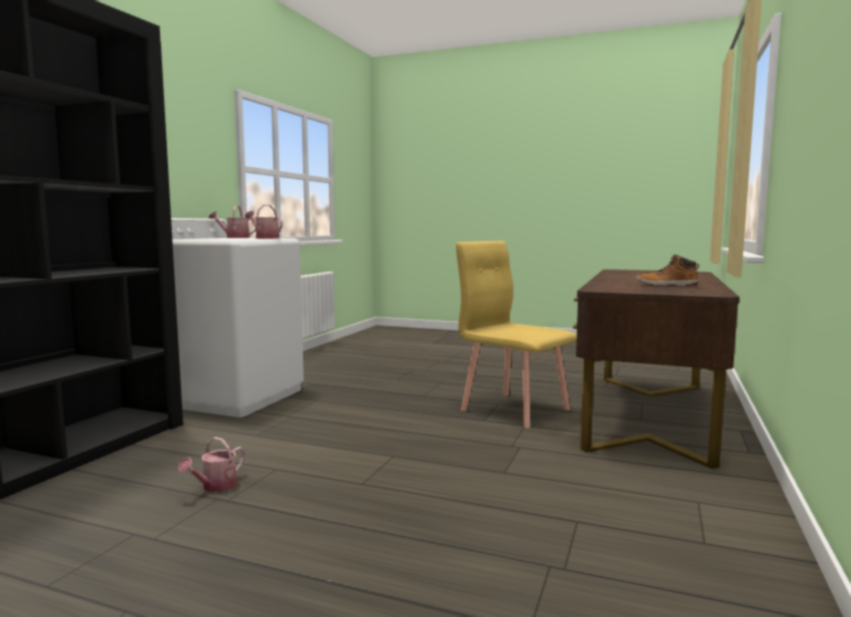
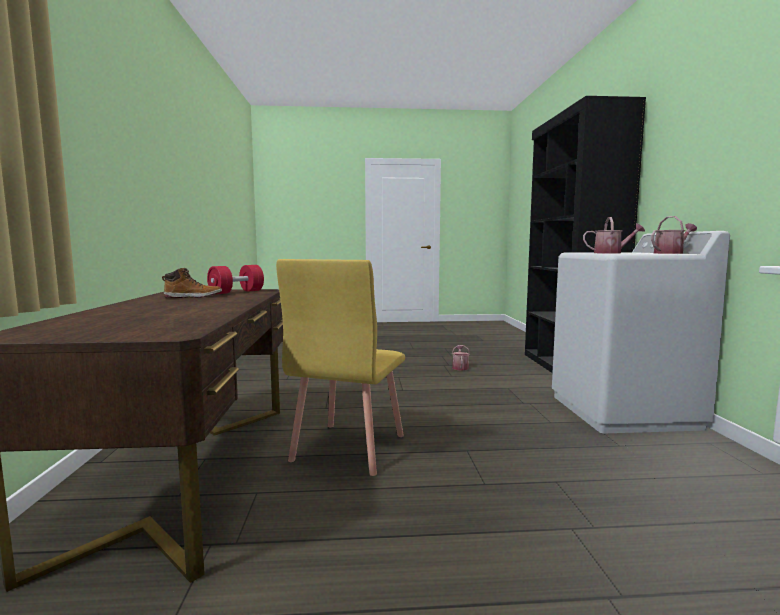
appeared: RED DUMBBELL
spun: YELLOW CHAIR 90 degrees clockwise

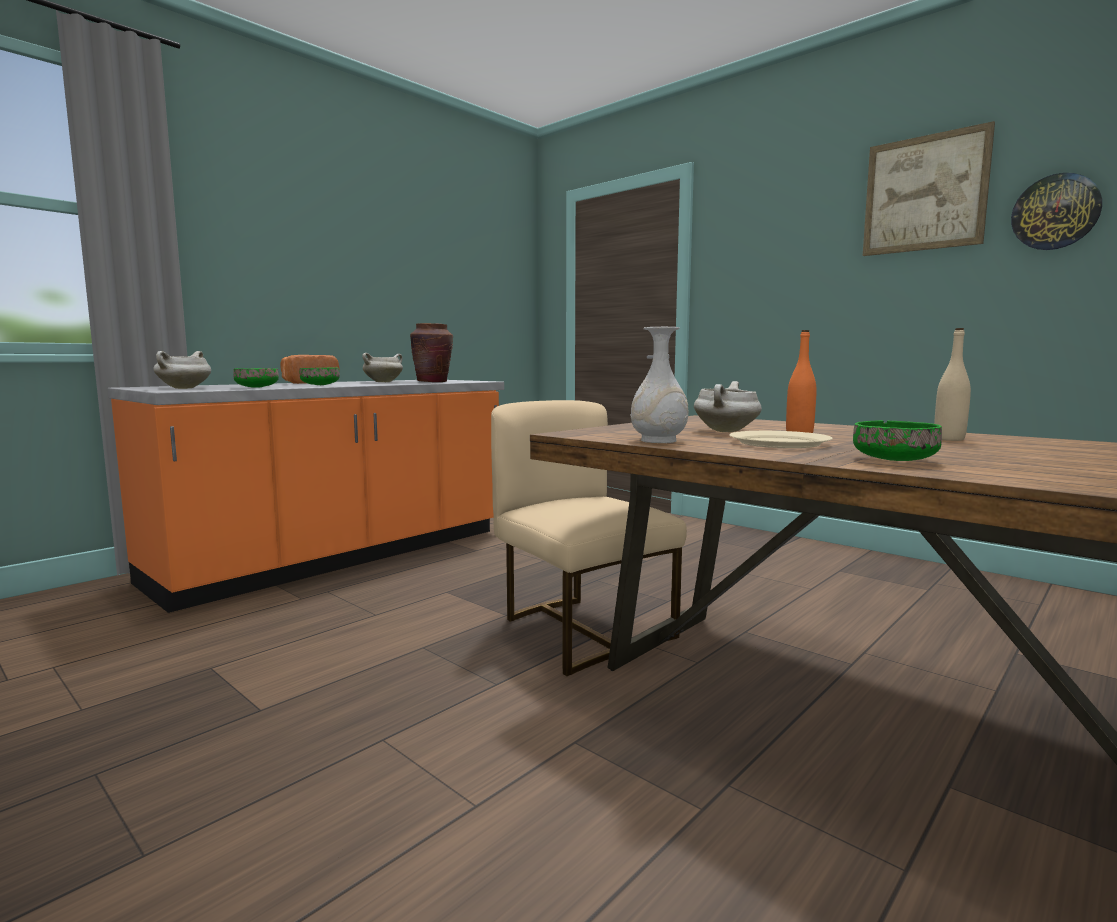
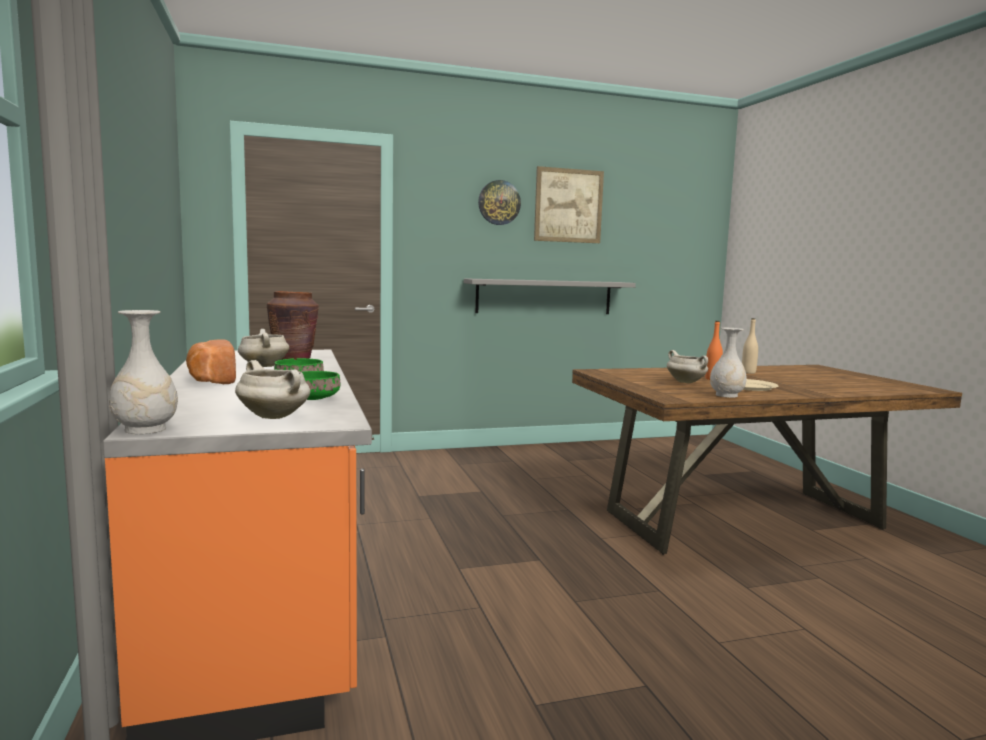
missing: BEIGE CHAIR; GREEN BOWL (no. 3 from left)
appeared: WHITE VASE (no. 1 from left); GREY SHELF
relocated: WALL CLOCK

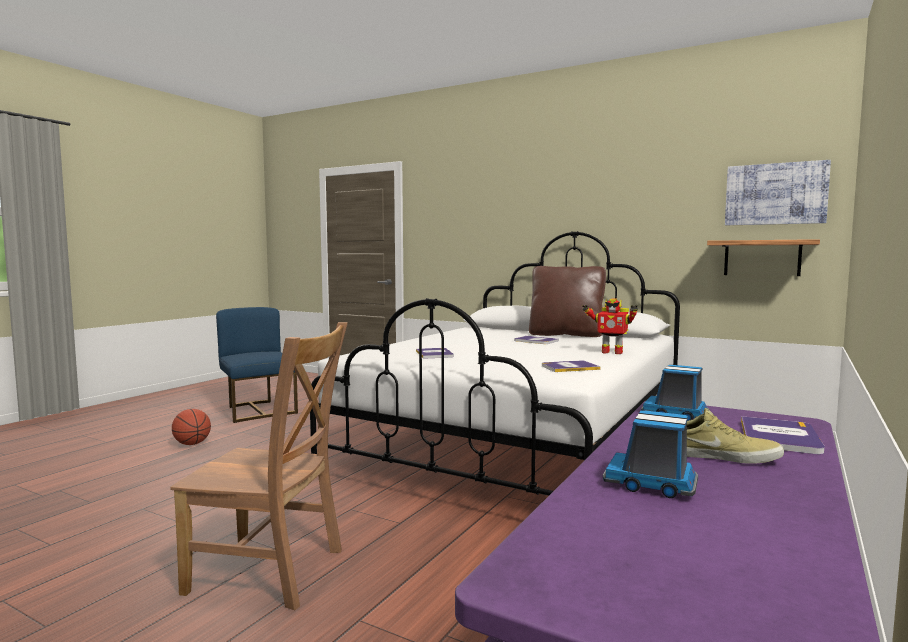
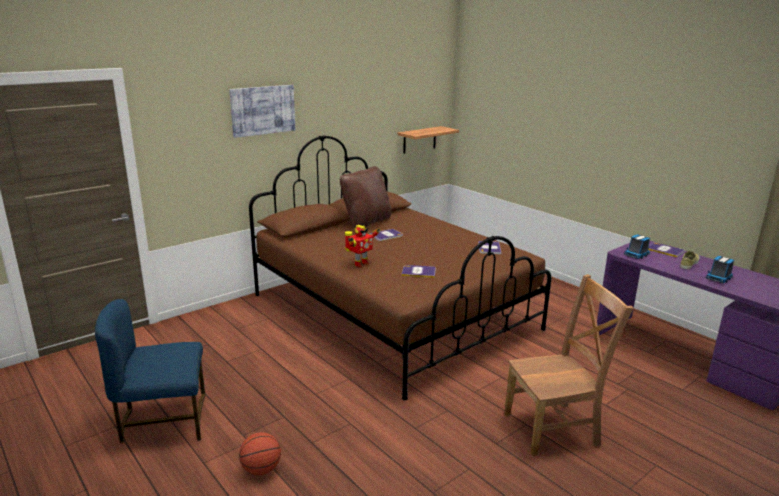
relocated: TOY ROBOT; PICTURE
colour: WHITE BED to BROWN BED
spun: BROWN CHAIR 45 degrees clockwise

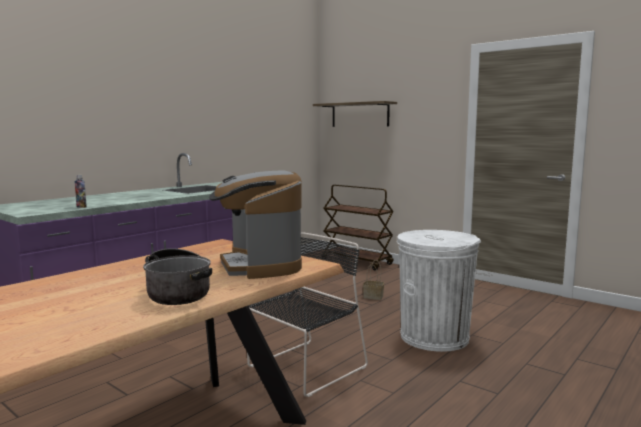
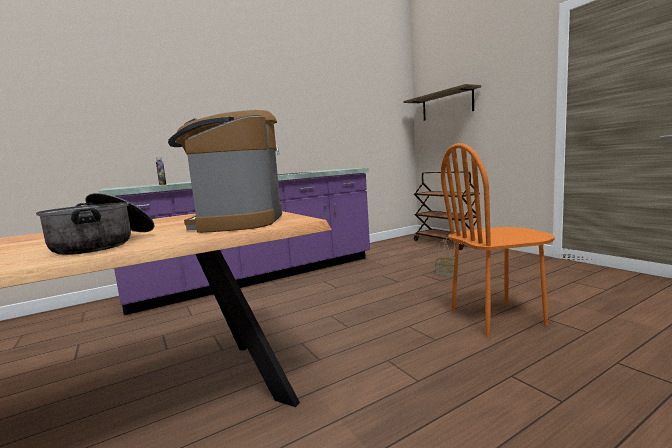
missing: BLACK CHAIR
exchanged: WHITE TRASH CAN to ORANGE CHAIR

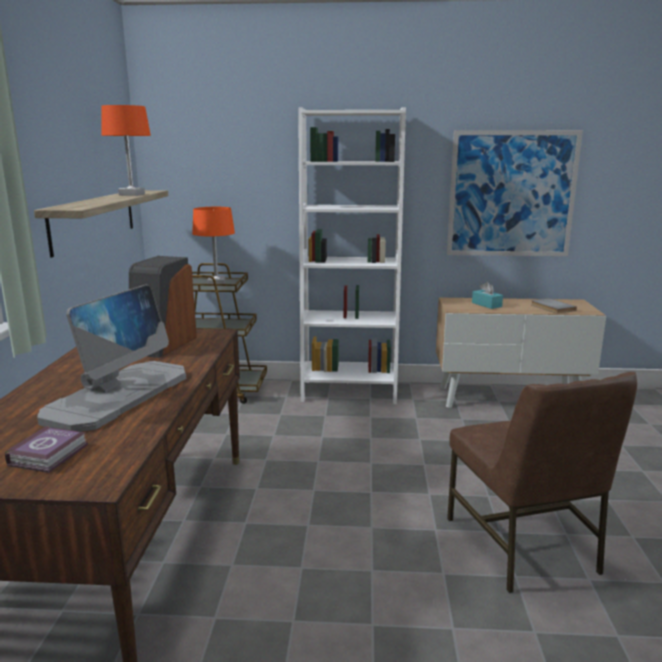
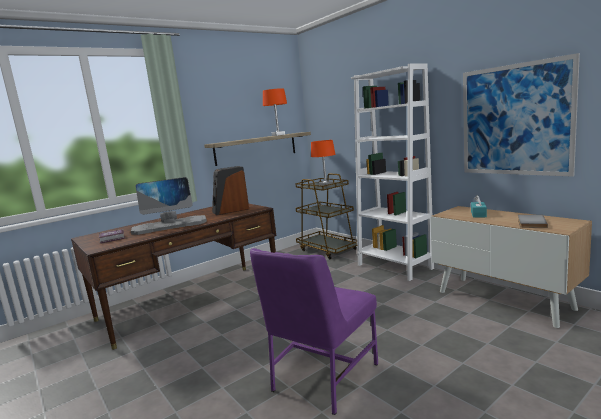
colour: BROWN CHAIR to PURPLE CHAIR

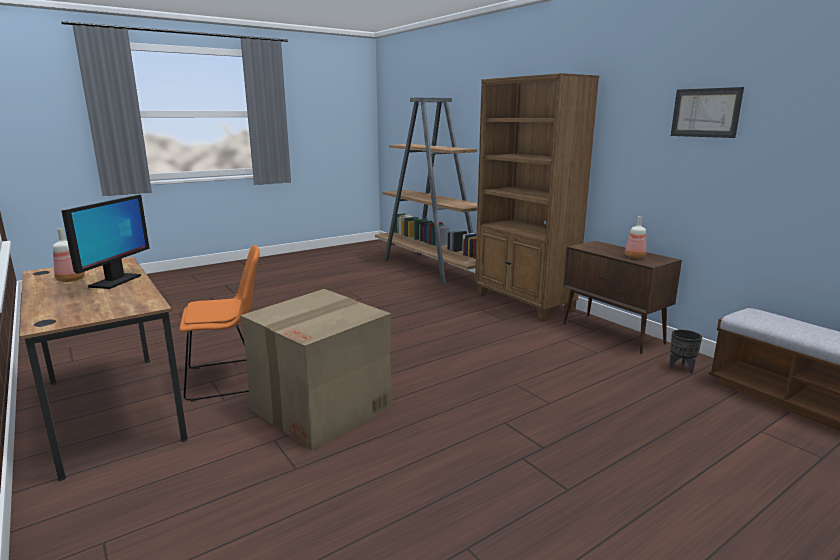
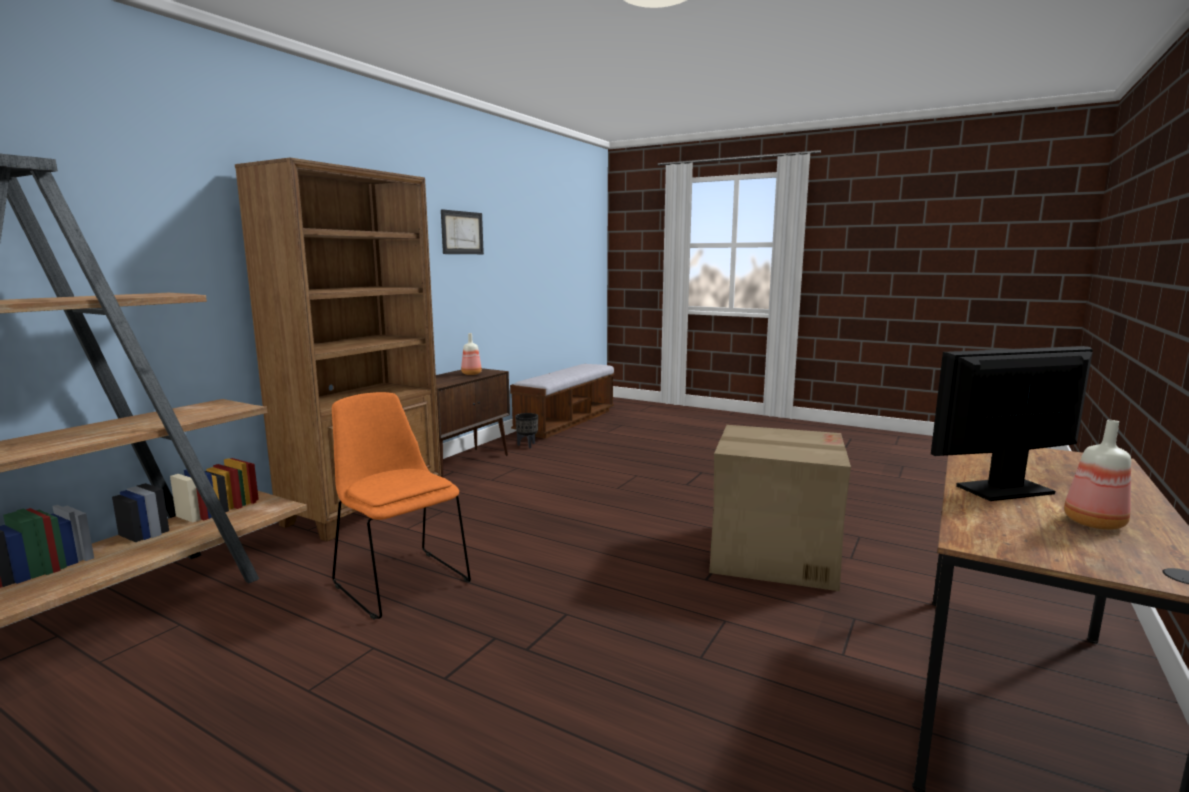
relocated: ORANGE CHAIR

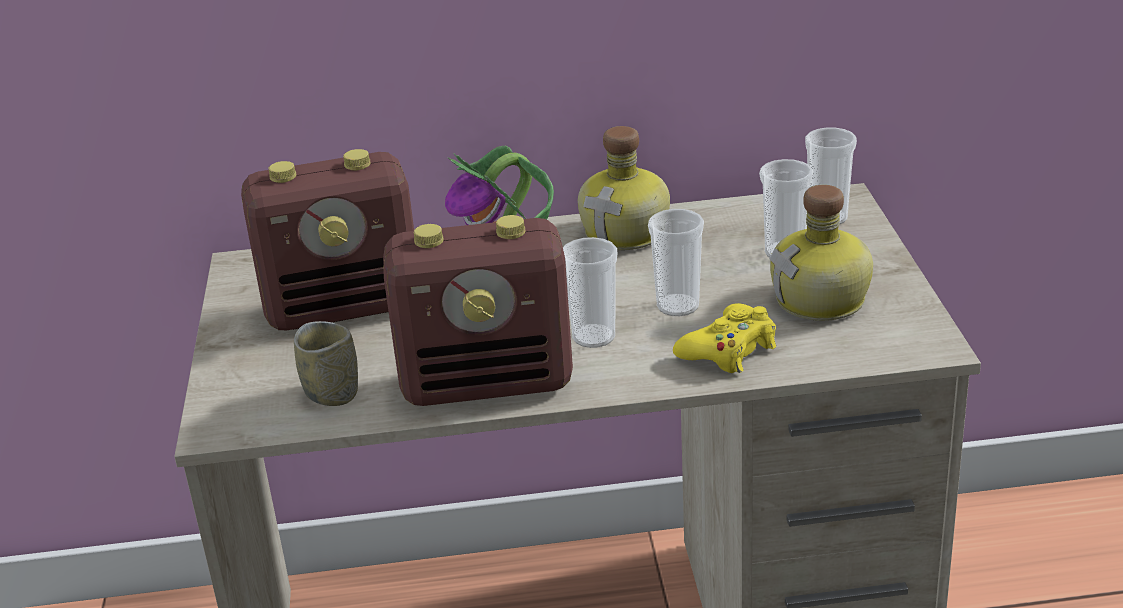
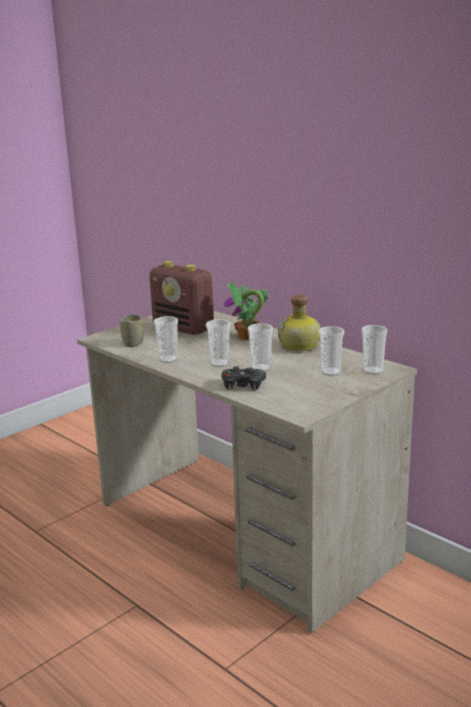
missing: BOTTLE (no. 2 from left)
exchanged: RADIO (no. 2 from left) to CUP (no. 2 from left)
colour: YELLOW GAME CONTROLLER to BLACK GAME CONTROLLER

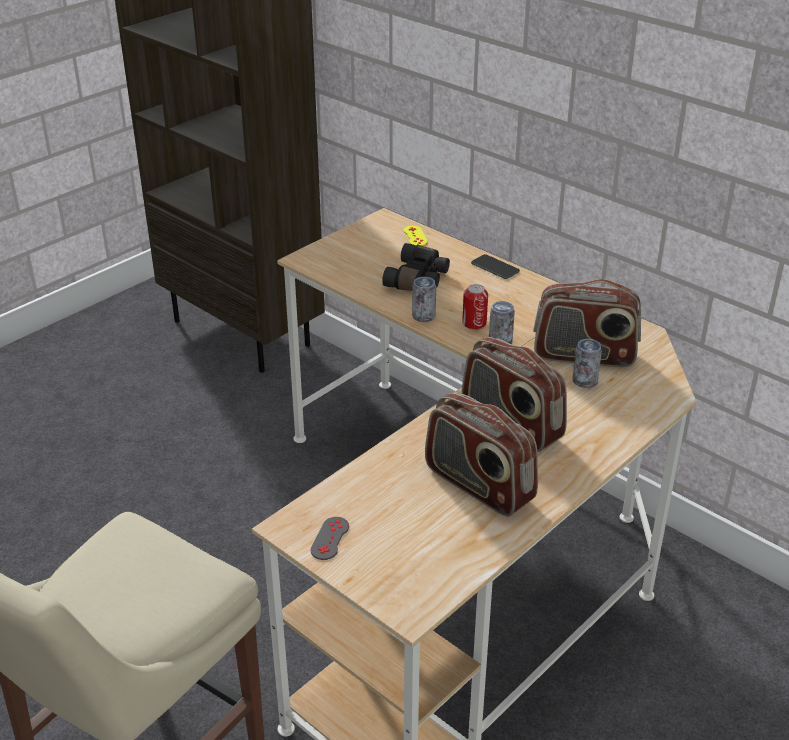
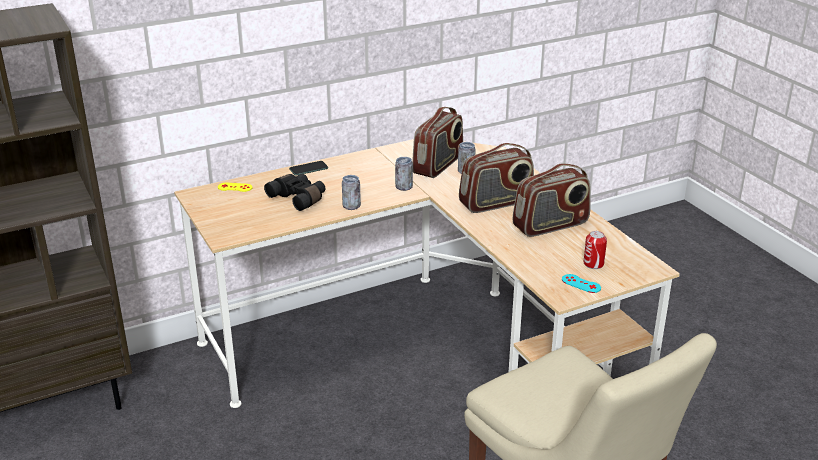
relocated: CAN (no. 2 from left in the first image) to CAN (no. 4 from left)
colour: GREY GAME CONTROLLER to TURQUOISE GAME CONTROLLER

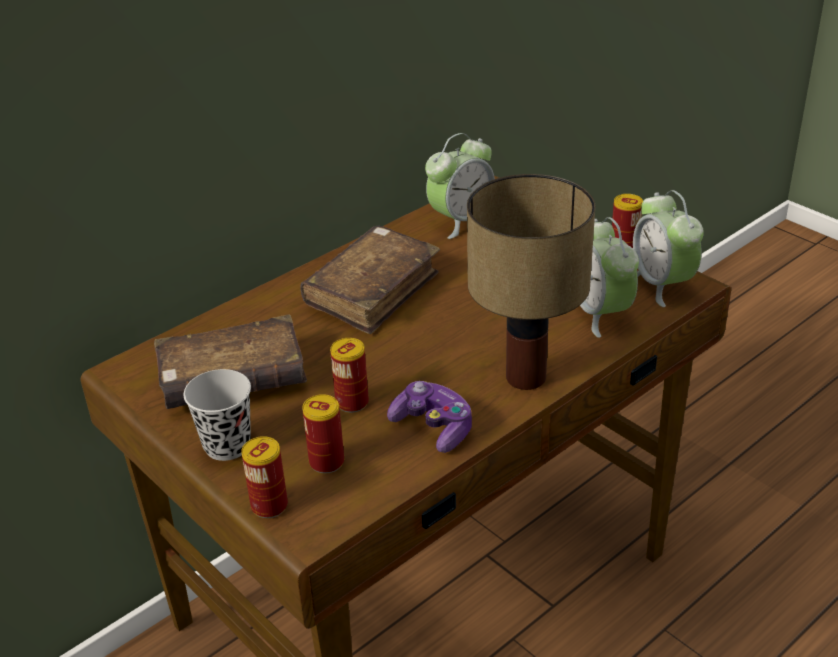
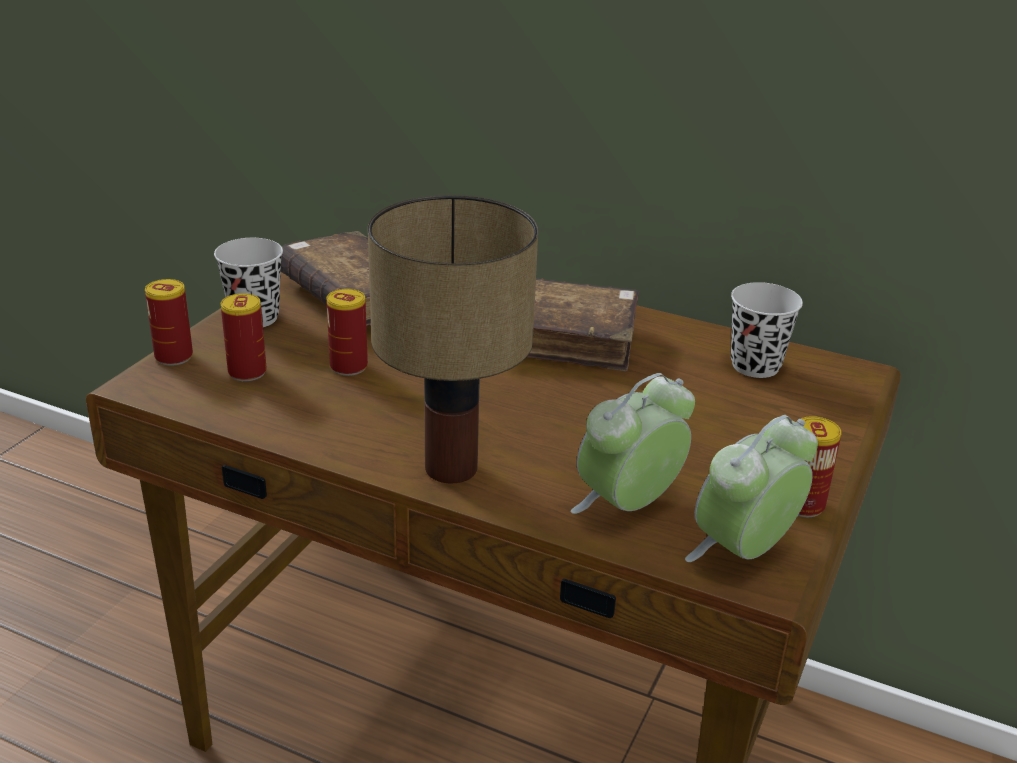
missing: GAME CONTROLLER
exchanged: ALARM CLOCK (no. 1 from left) to BLACK CUP (no. 2 from left)

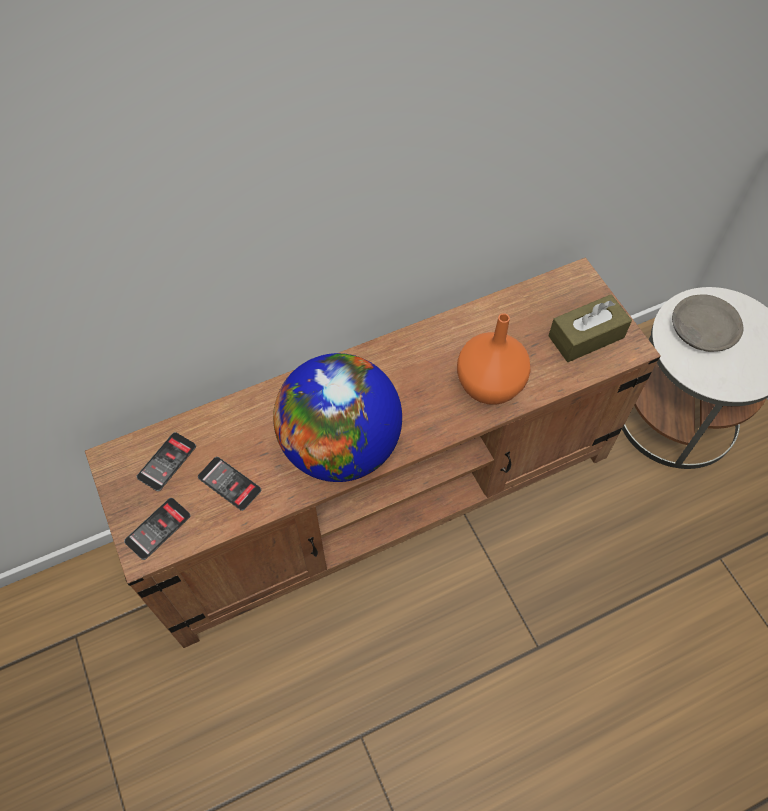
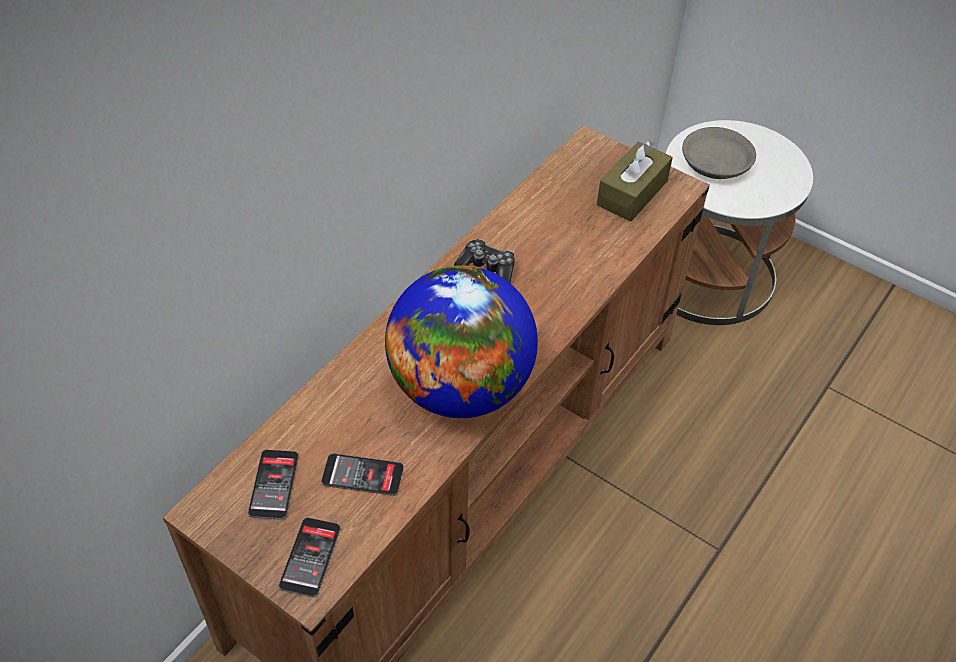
missing: ORANGE VASE
appeared: GAME CONTROLLER

